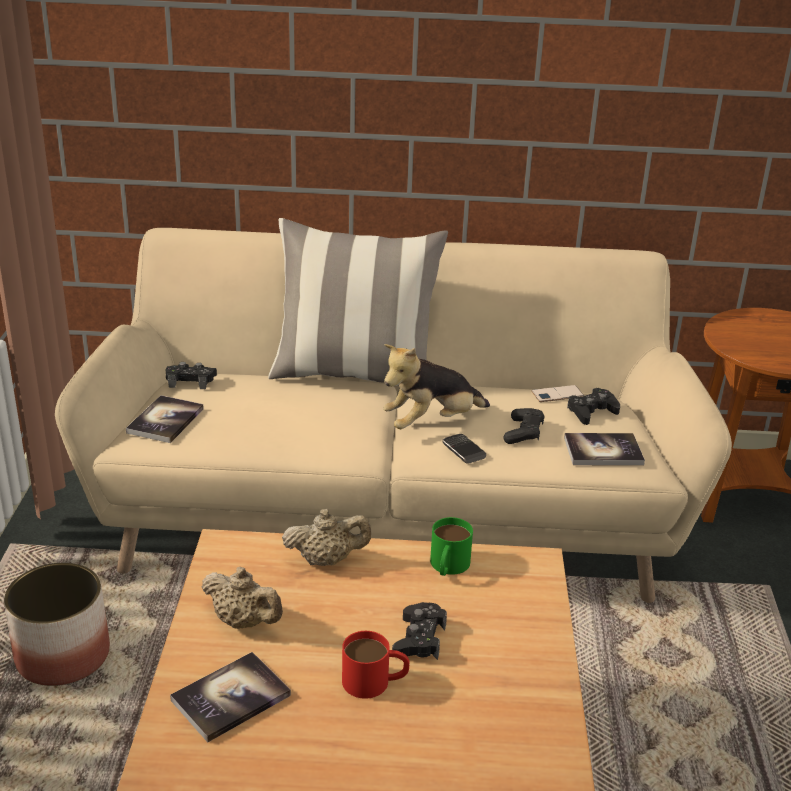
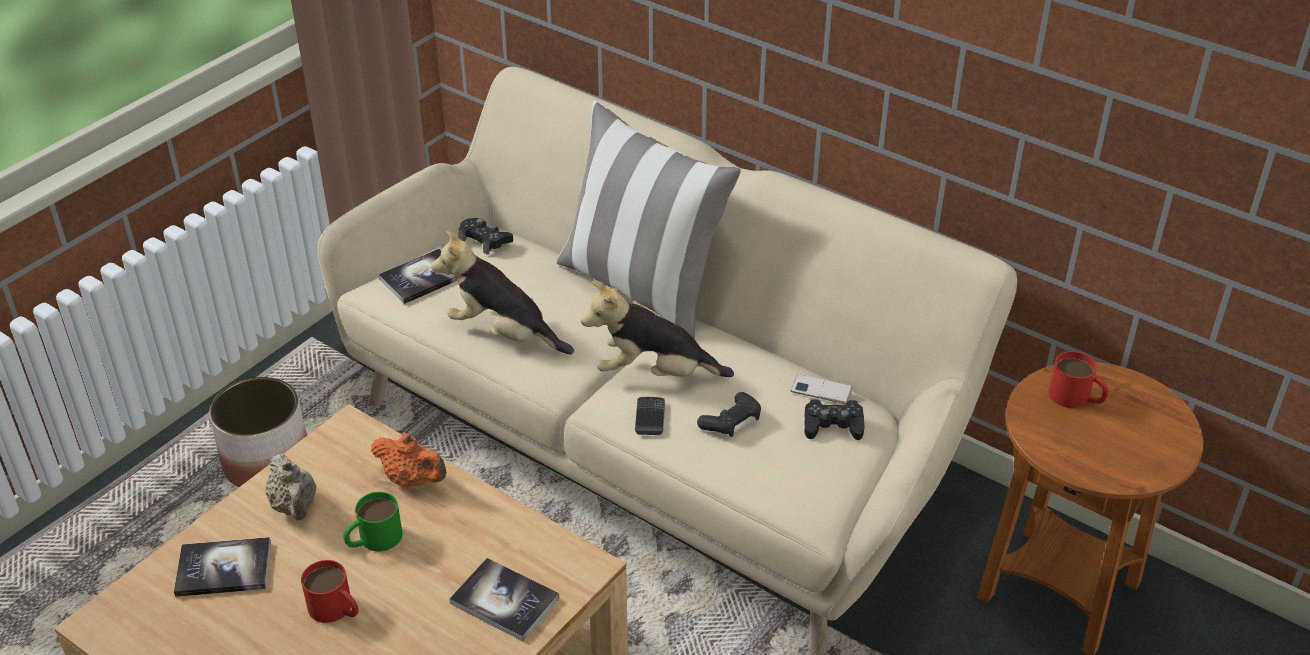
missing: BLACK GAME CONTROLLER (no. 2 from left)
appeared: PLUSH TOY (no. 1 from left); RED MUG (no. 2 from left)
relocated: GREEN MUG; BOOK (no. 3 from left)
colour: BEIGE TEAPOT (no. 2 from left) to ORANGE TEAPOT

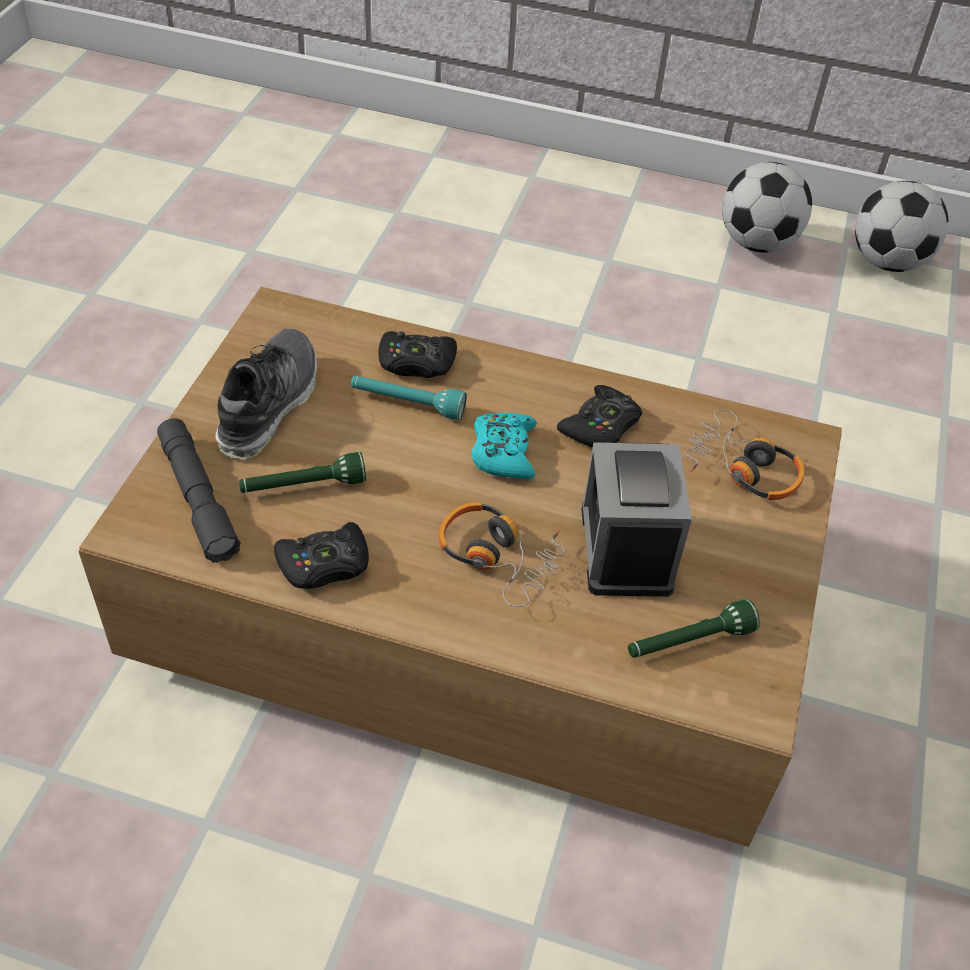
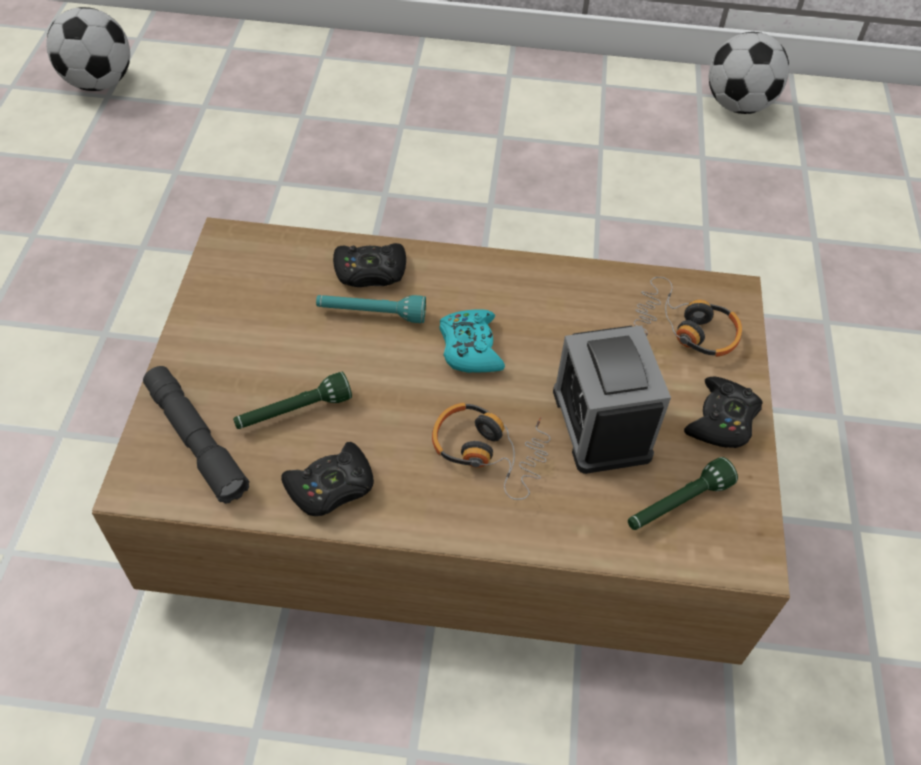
missing: SHOE
relocated: BLACK GAME CONTROLLER (no. 3 from left); FOOTBALL (no. 1 from left)

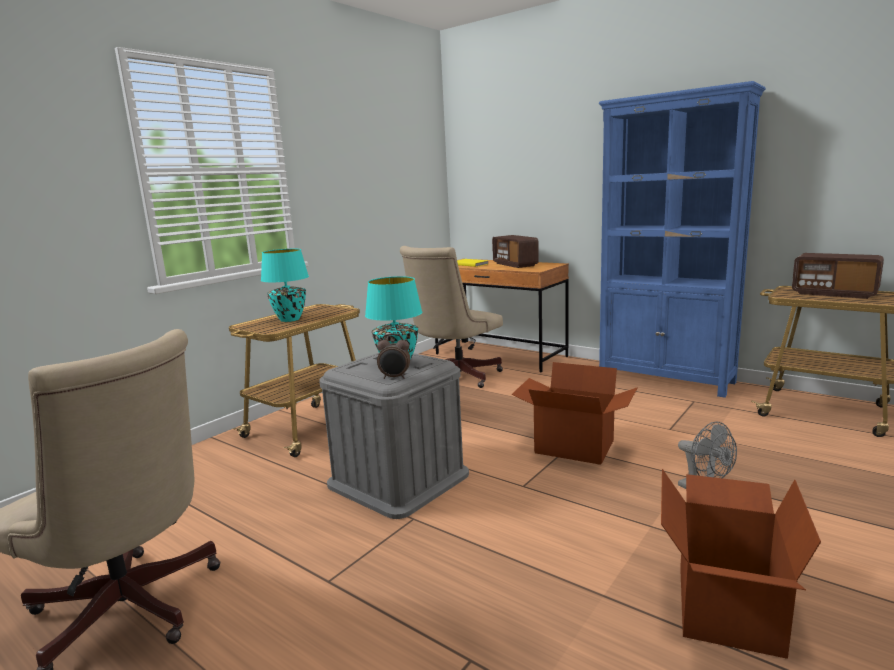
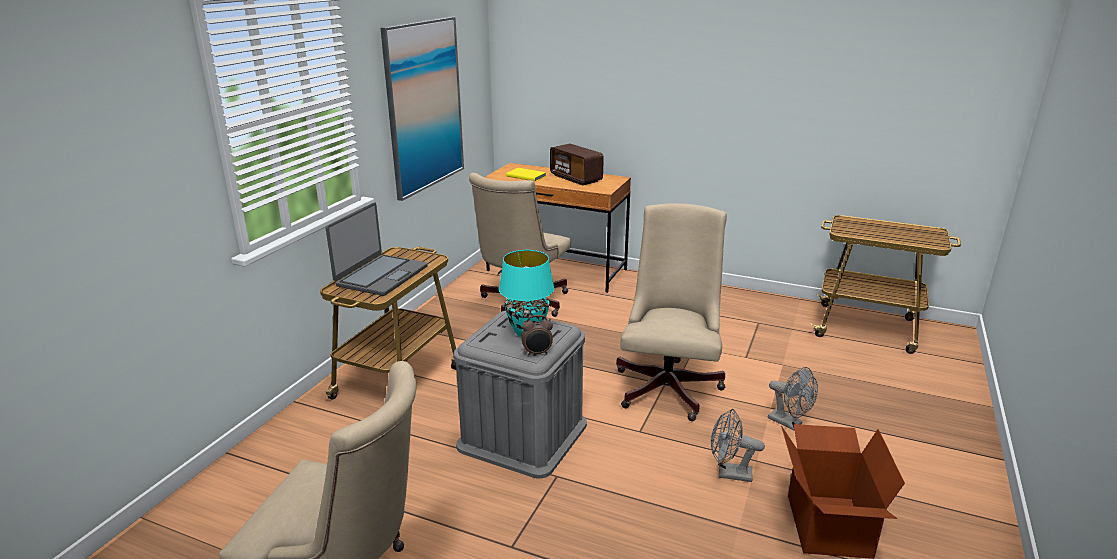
missing: BLUE BOOKCASE; RADIO (no. 2 from left)
appeared: PICTURE; GREY FAN (no. 1 from left)
exchanged: TURQUOISE TABLE LAMP (no. 1 from left) to LAPTOP; CARDBOARD BOX (no. 1 from left) to BEIGE OFFICE CHAIR (no. 3 from left)

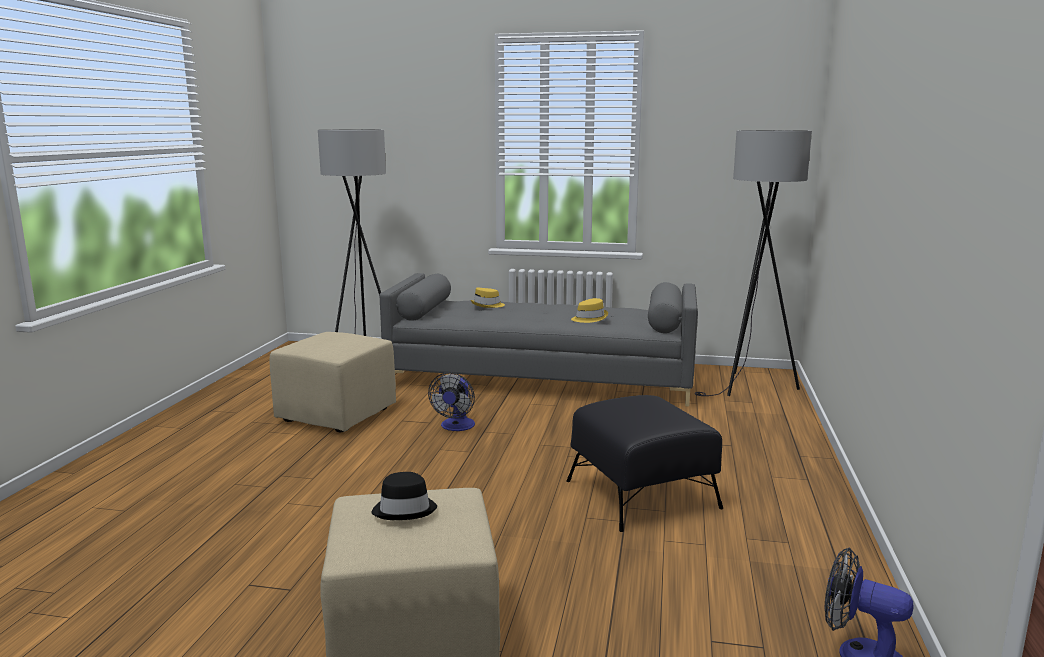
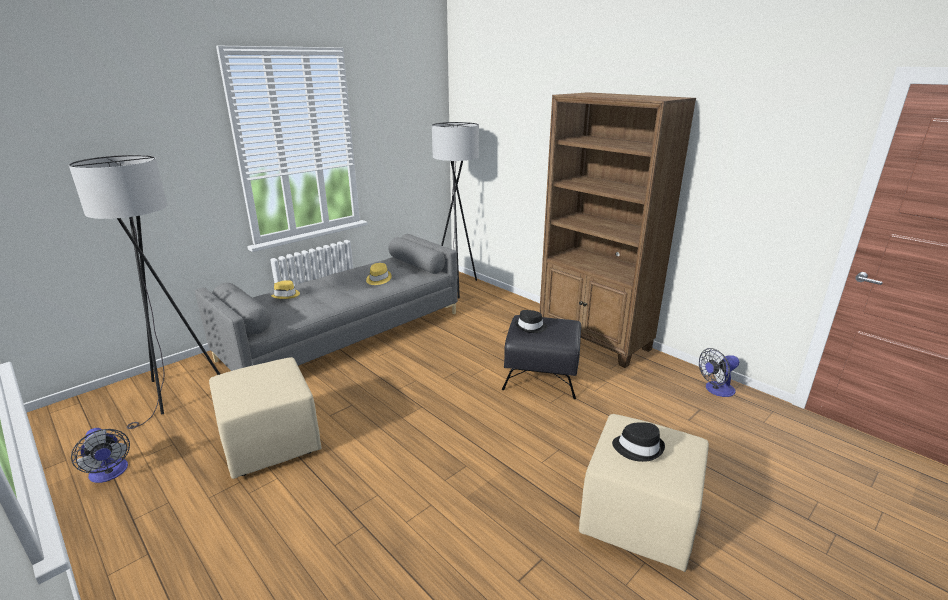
appeared: BLACK HAT (no. 1 from left); BROWN BOOKCASE
relocated: FAN (no. 1 from left)

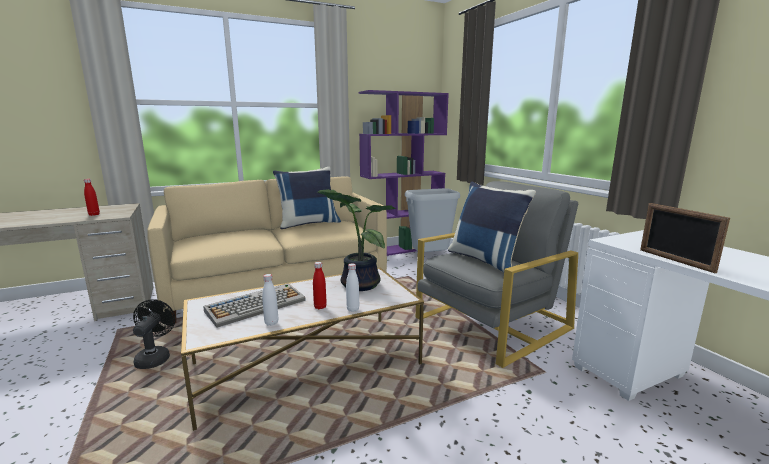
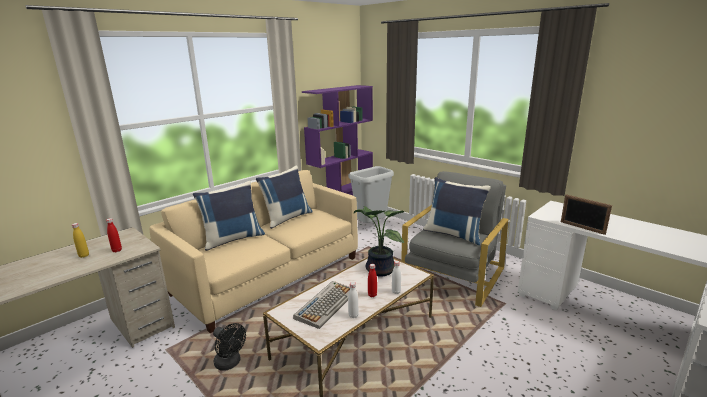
appeared: YELLOW BOTTLE; BLUE PILLOW (no. 1 from left)
spun: BLACK FAN 150 degrees clockwise

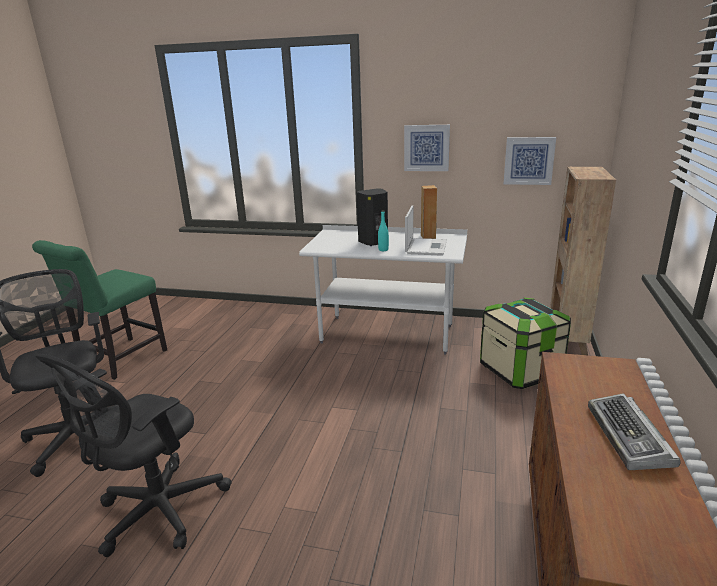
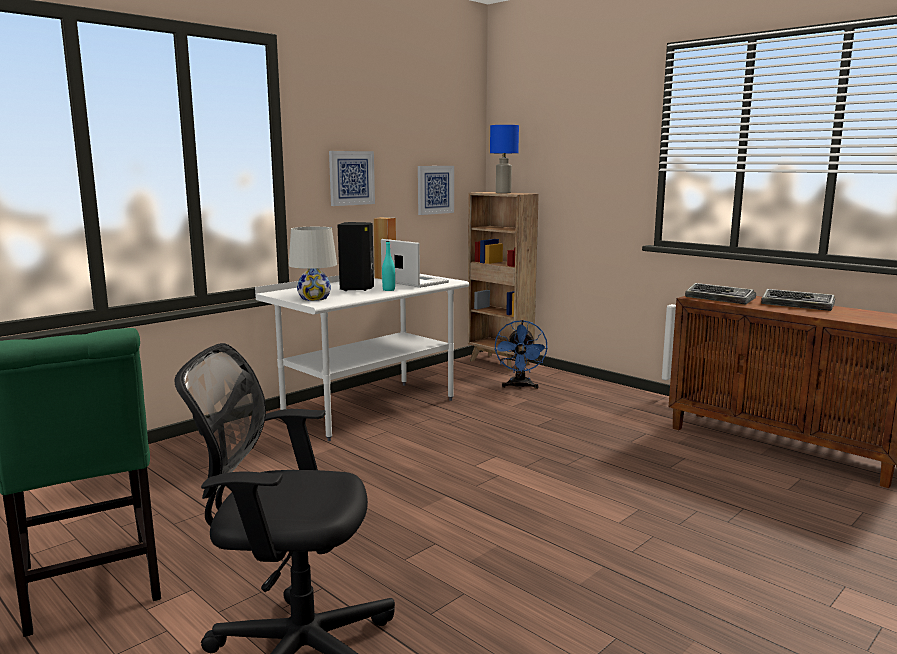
missing: BLACK OFFICE CHAIR (no. 2 from left)
appeared: WHITE TABLE LAMP; BLUE TABLE LAMP; KEYBOARD (no. 1 from left)
exchanged: STORAGE BOX to BLUE FAN

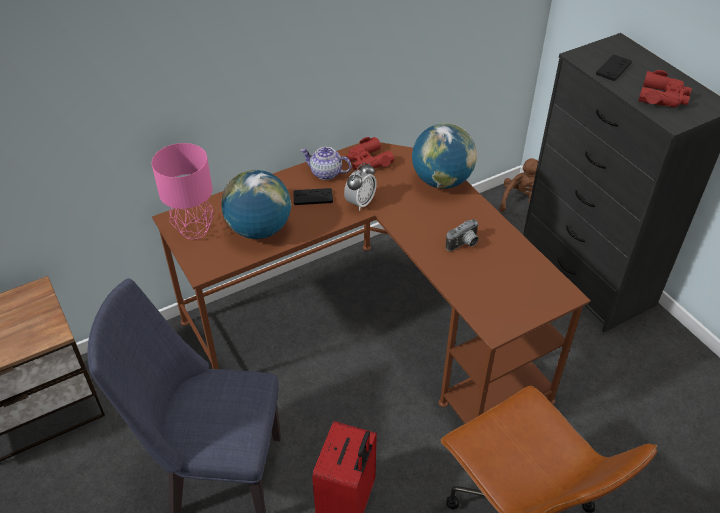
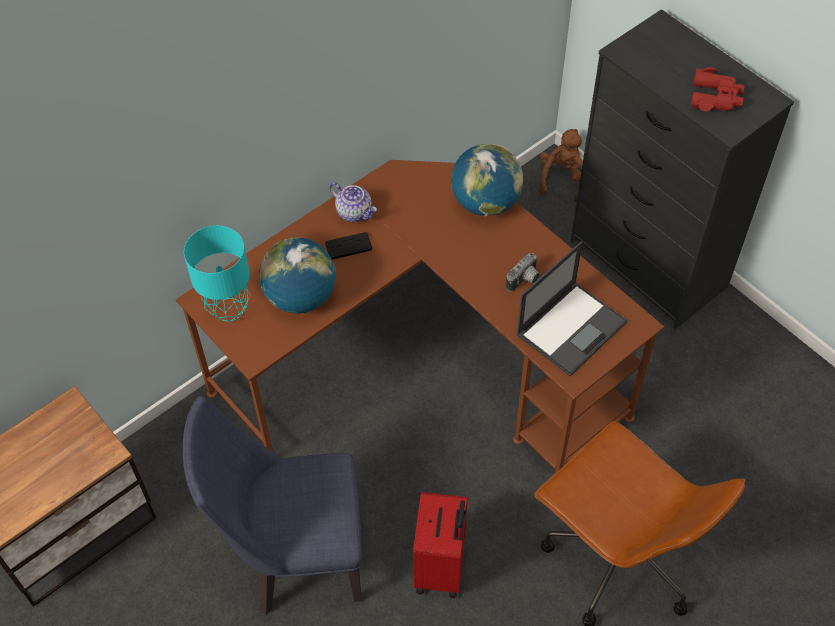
missing: ALARM CLOCK; RED BINOCULARS (no. 1 from left); BLACK GAME CONTROLLER (no. 2 from left)
appeared: LAPTOP
colour: PINK TABLE LAMP to TURQUOISE TABLE LAMP
spun: TEAPOT 150 degrees counterclockwise

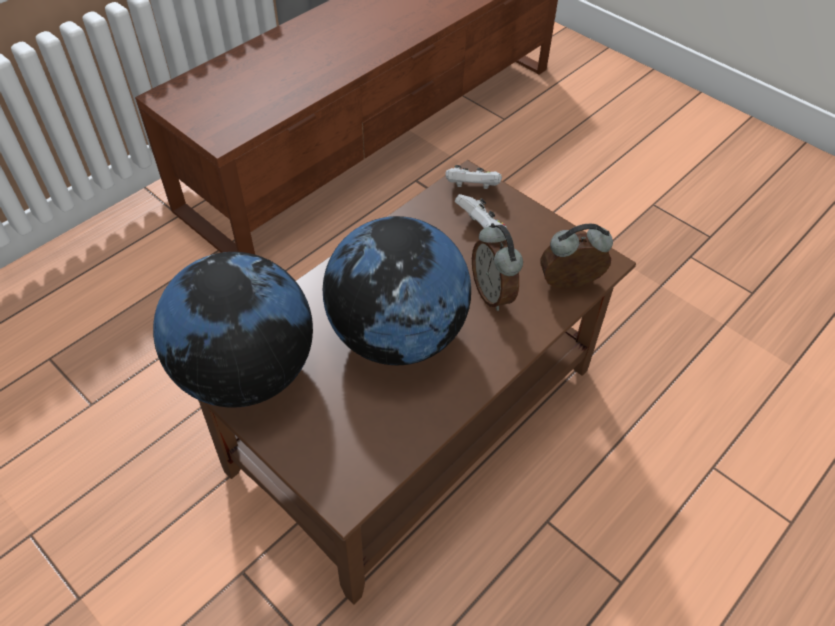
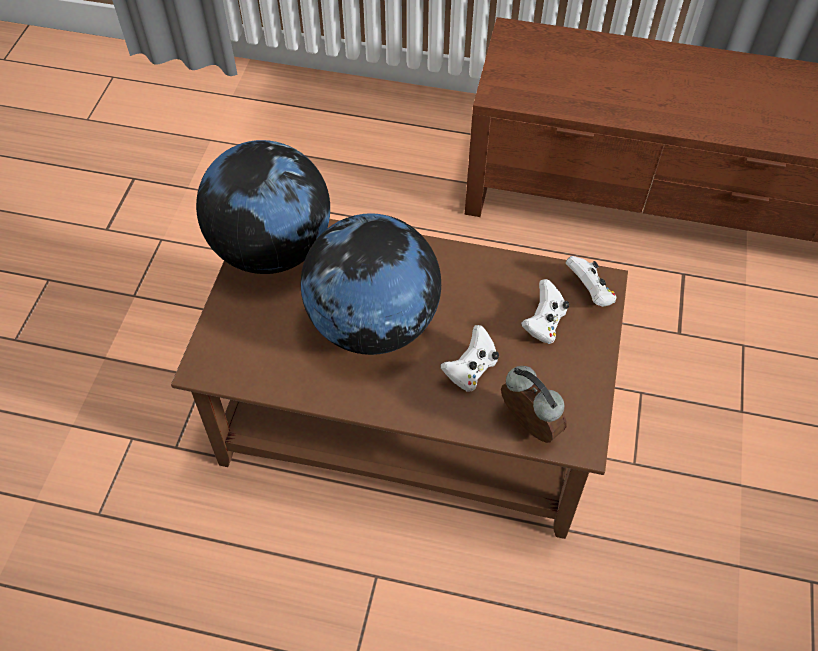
exchanged: ALARM CLOCK (no. 1 from left) to WHITE GAME CONTROLLER (no. 1 from left)

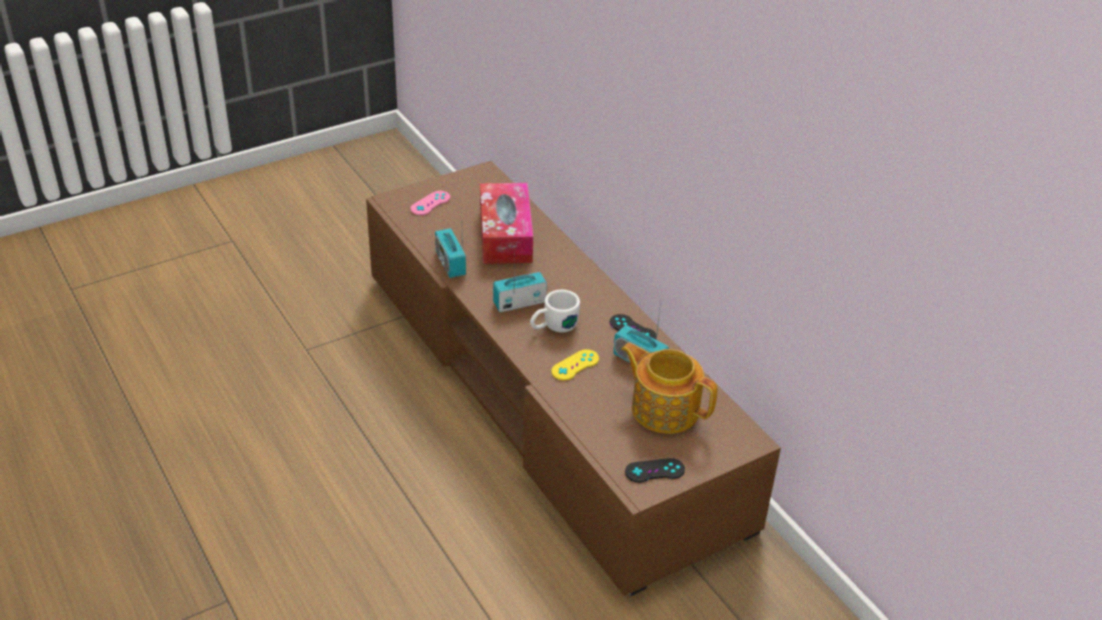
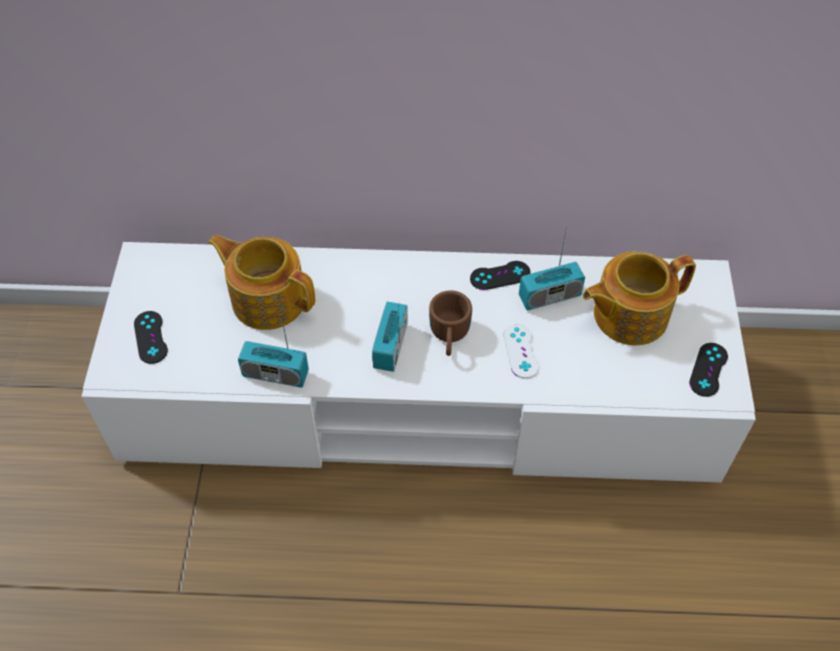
exchanged: TISSUE BOX to TEAPOT (no. 1 from left)
colour: BROWN TV STAND to WHITE TV STAND; PINK GAME CONTROLLER to BLACK GAME CONTROLLER (no. 1 from left); WHITE MUG to BROWN MUG; YELLOW GAME CONTROLLER to WHITE GAME CONTROLLER

